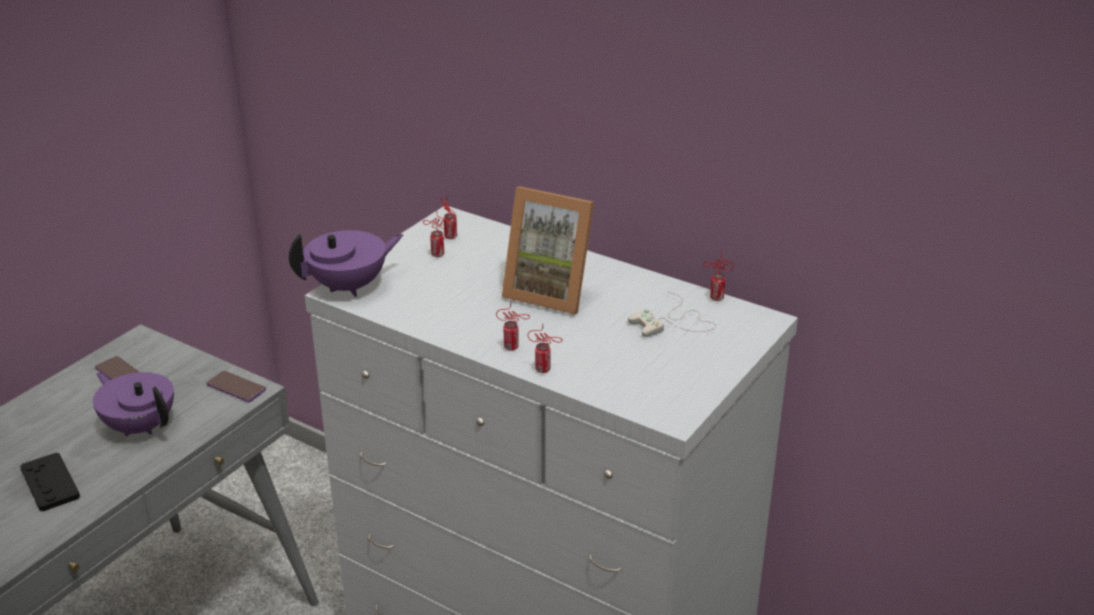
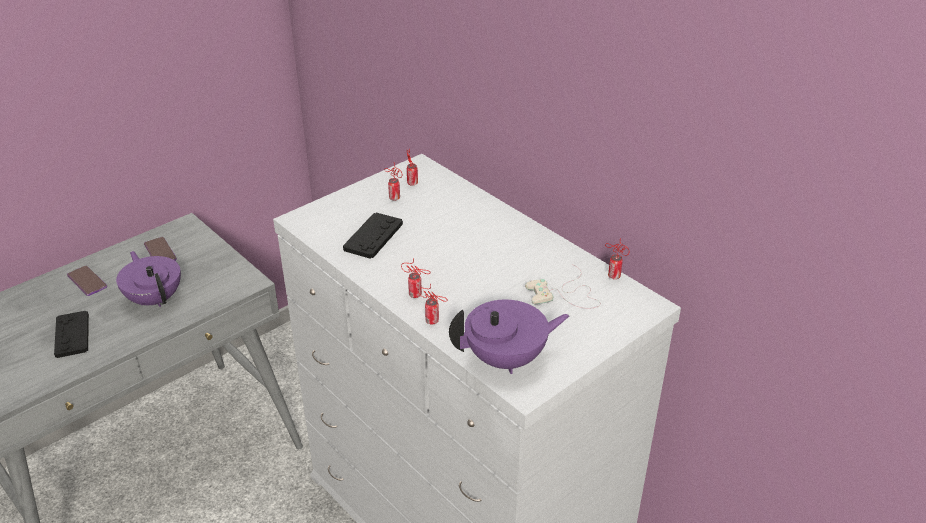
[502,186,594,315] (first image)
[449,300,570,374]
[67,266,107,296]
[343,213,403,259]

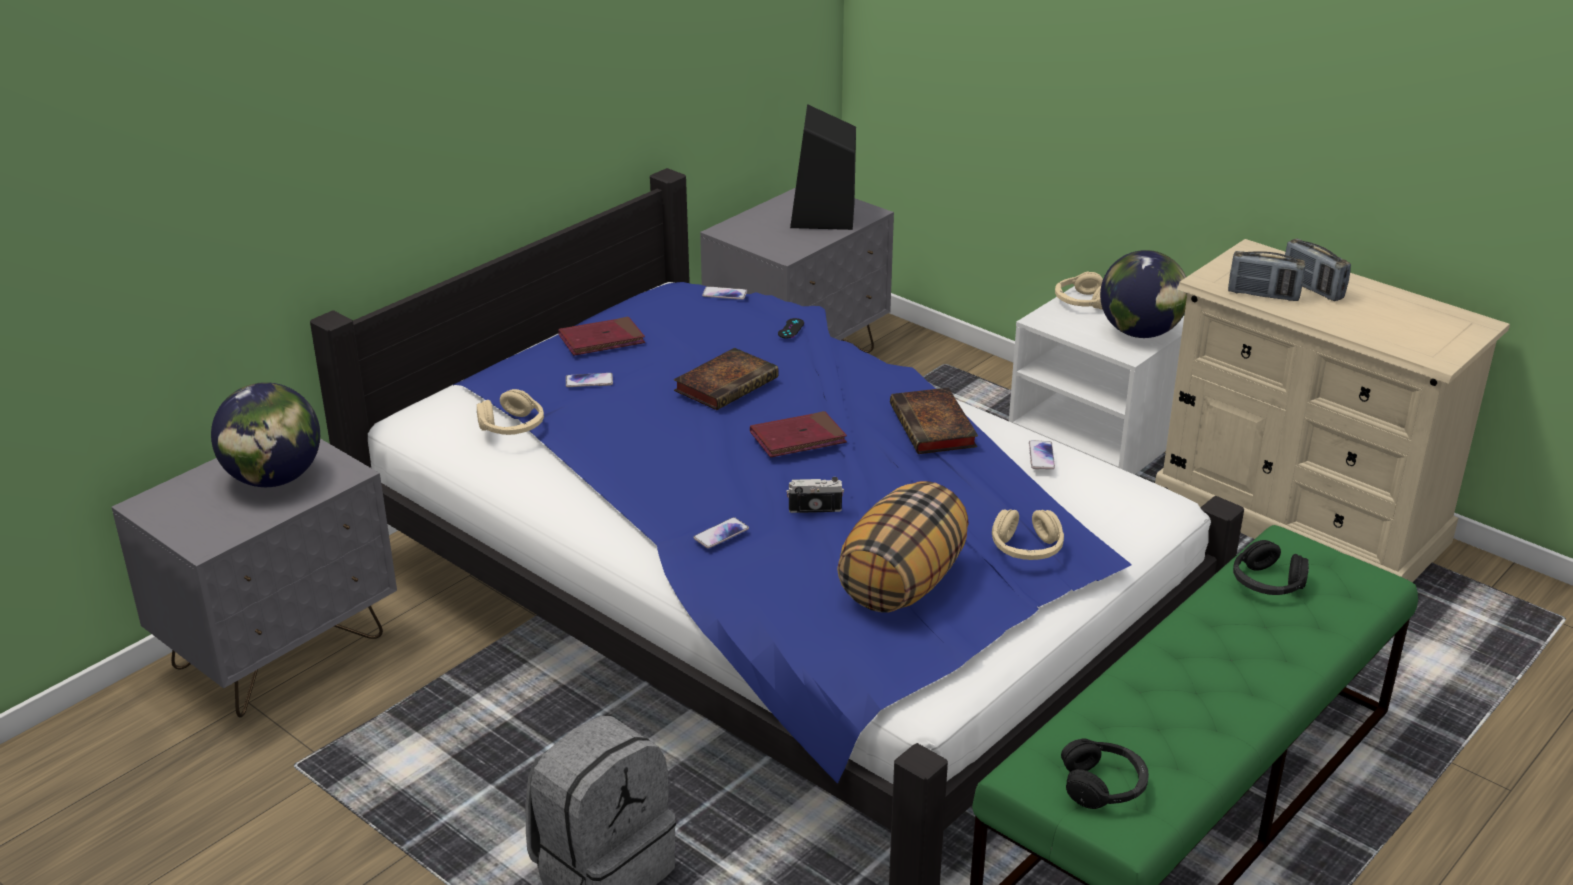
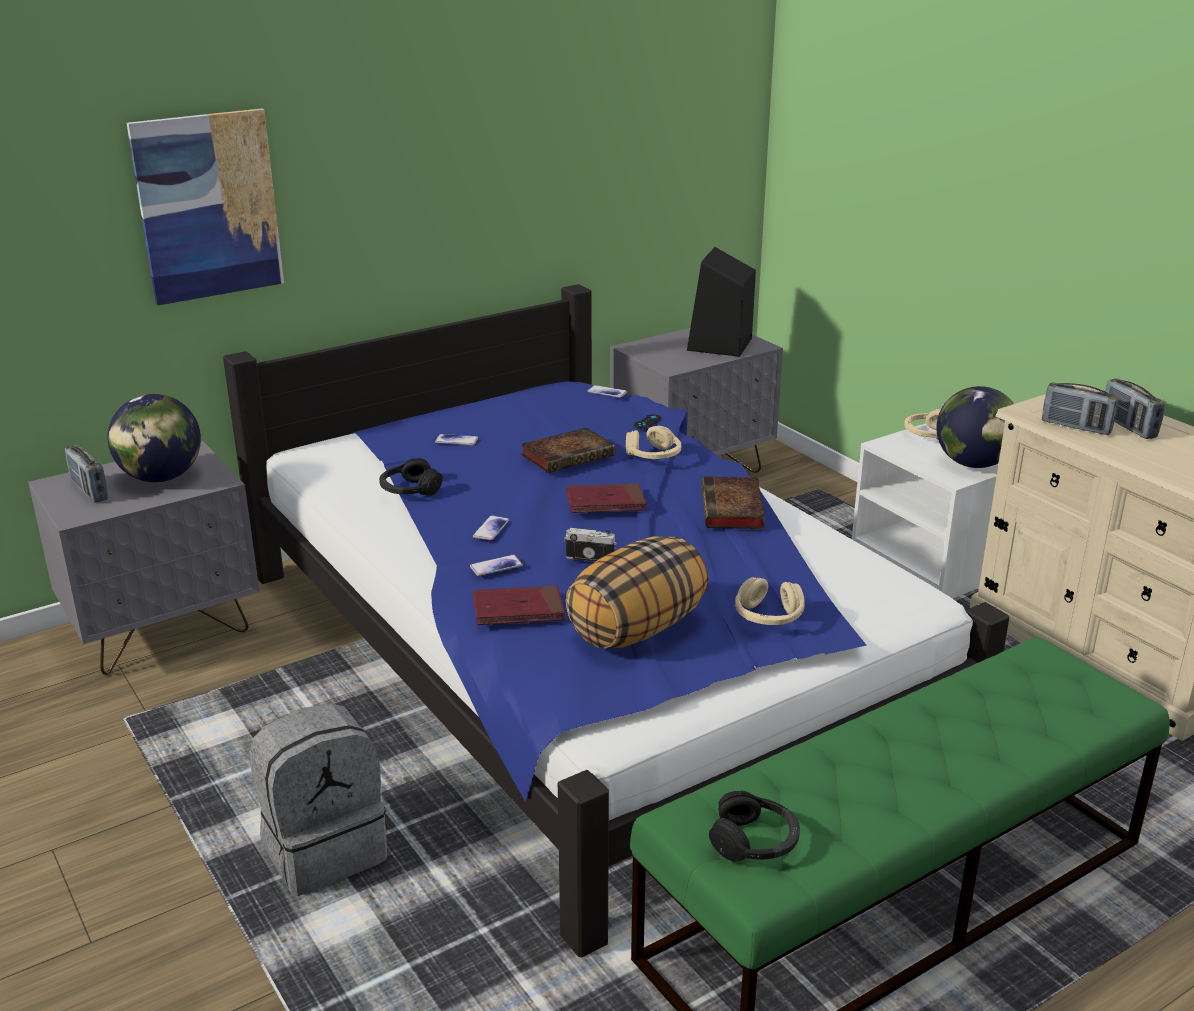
[473,585,565,625]
[626,426,681,459]
[473,515,509,540]
[379,458,443,496]
[127,108,284,305]
[65,445,108,502]

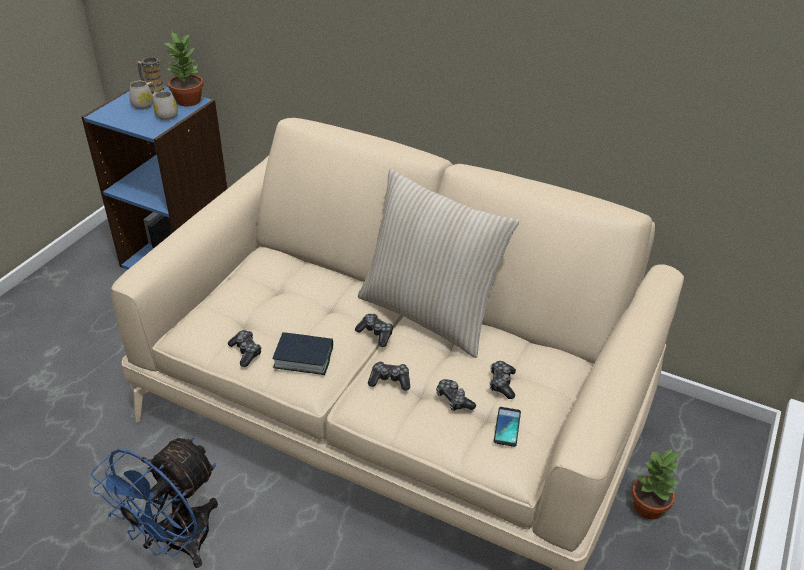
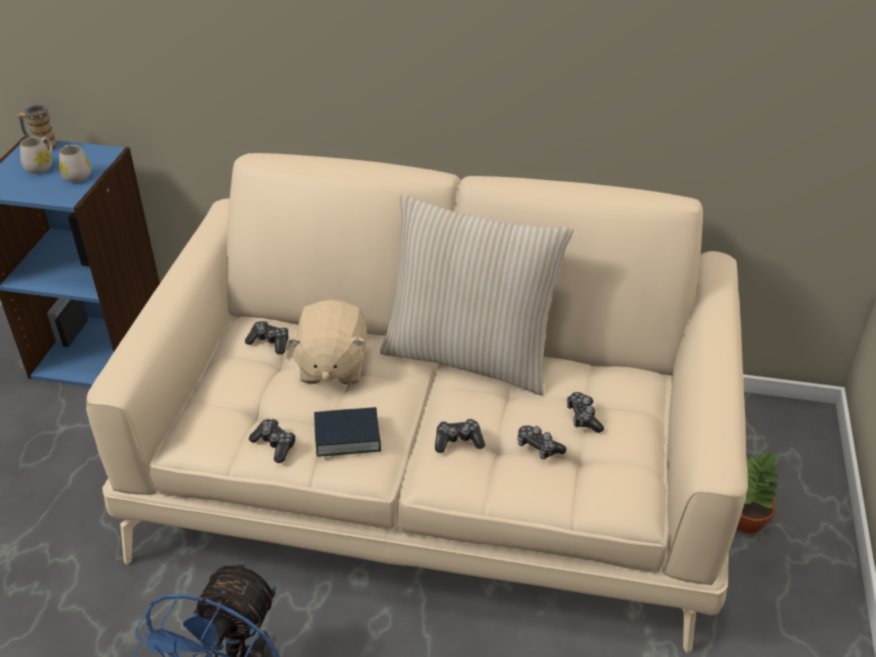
[163,32,203,106] (first image)
[245,321,288,355]
[494,407,521,447] (first image)
[287,300,367,384]

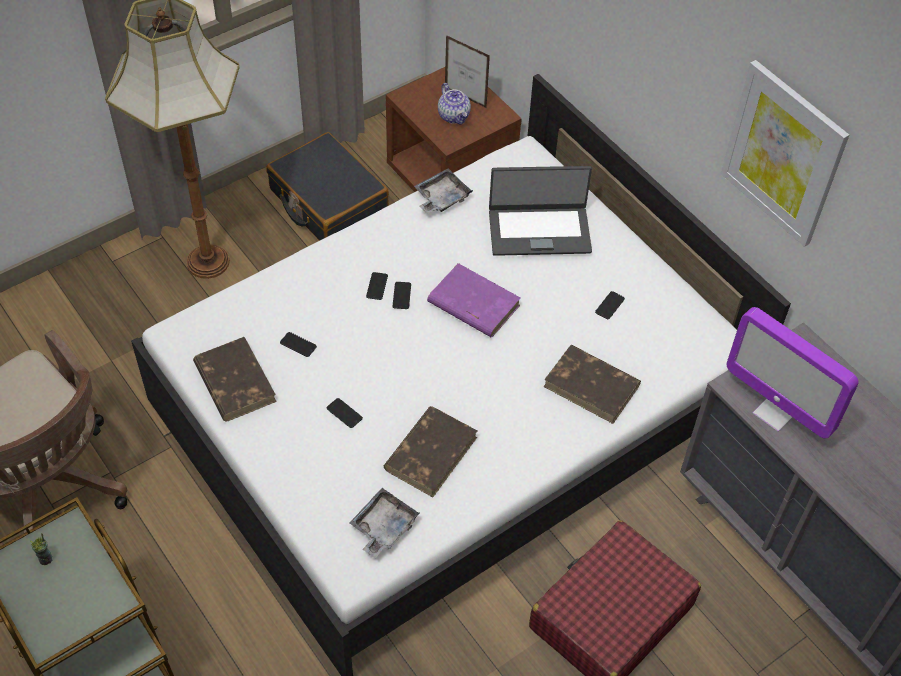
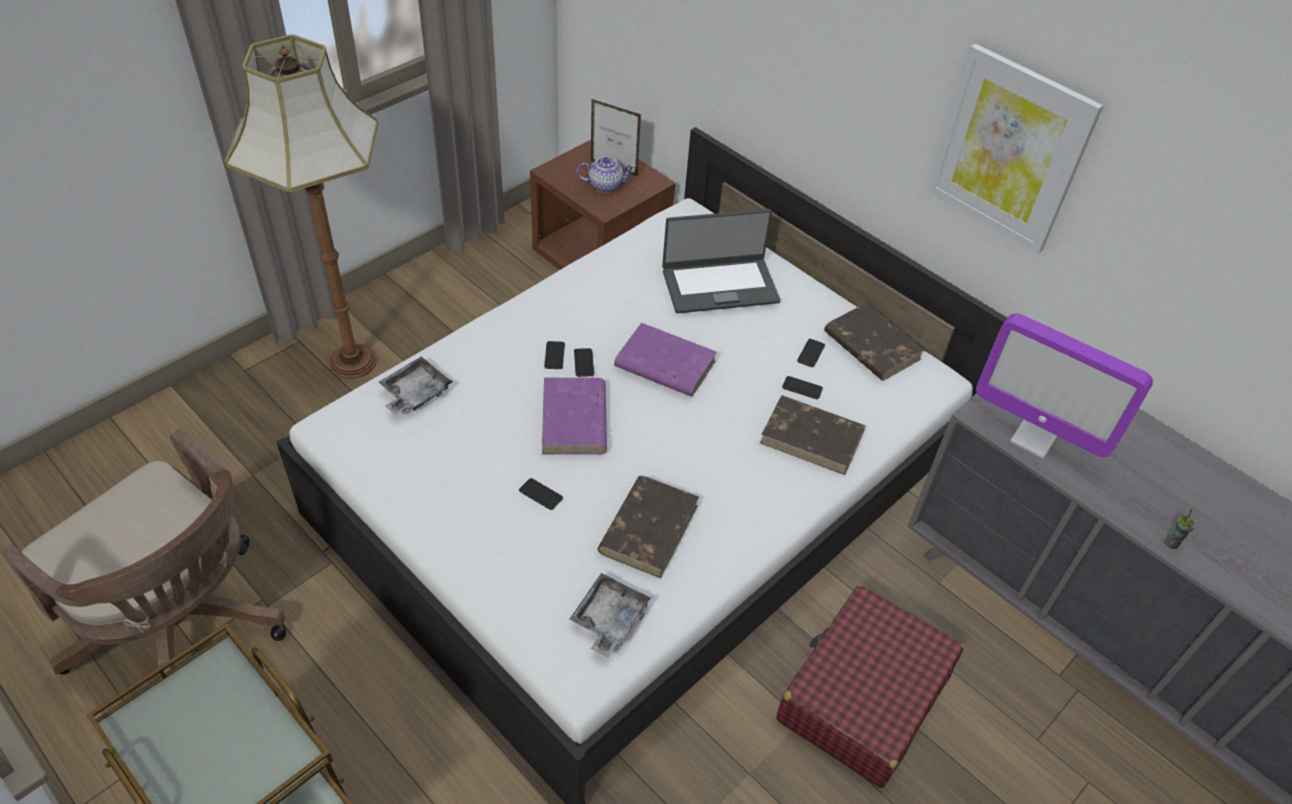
[577,157,635,193]
[266,132,389,241] (first image)
[379,357,453,415]
[782,376,823,399]
[824,303,924,381]
[1164,509,1197,549]
[542,378,607,455]

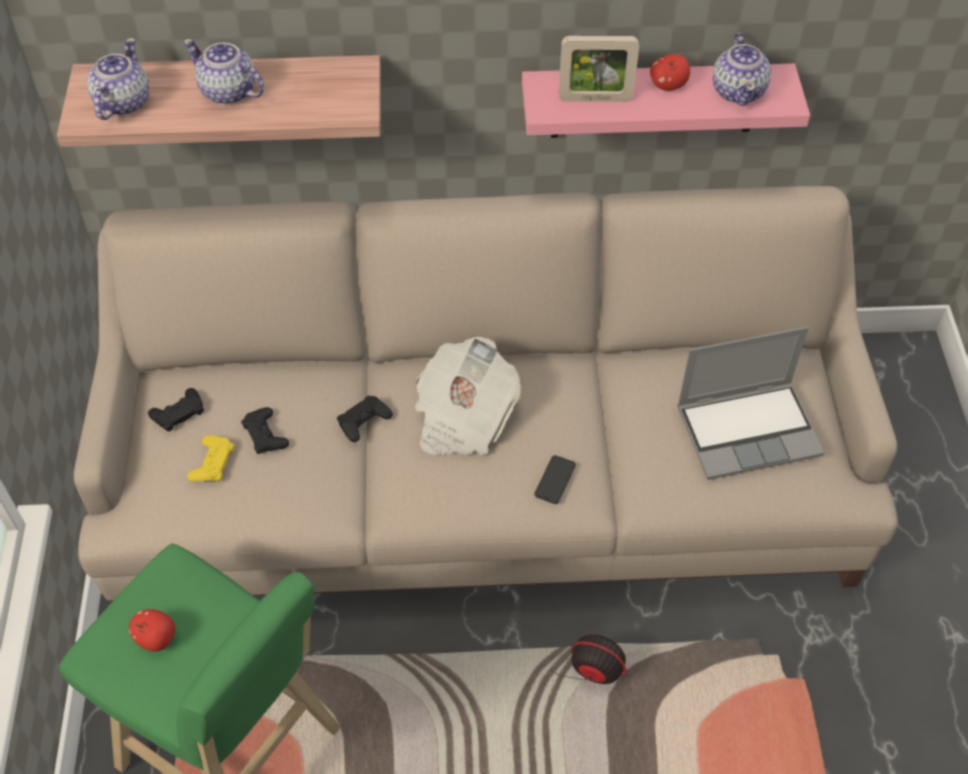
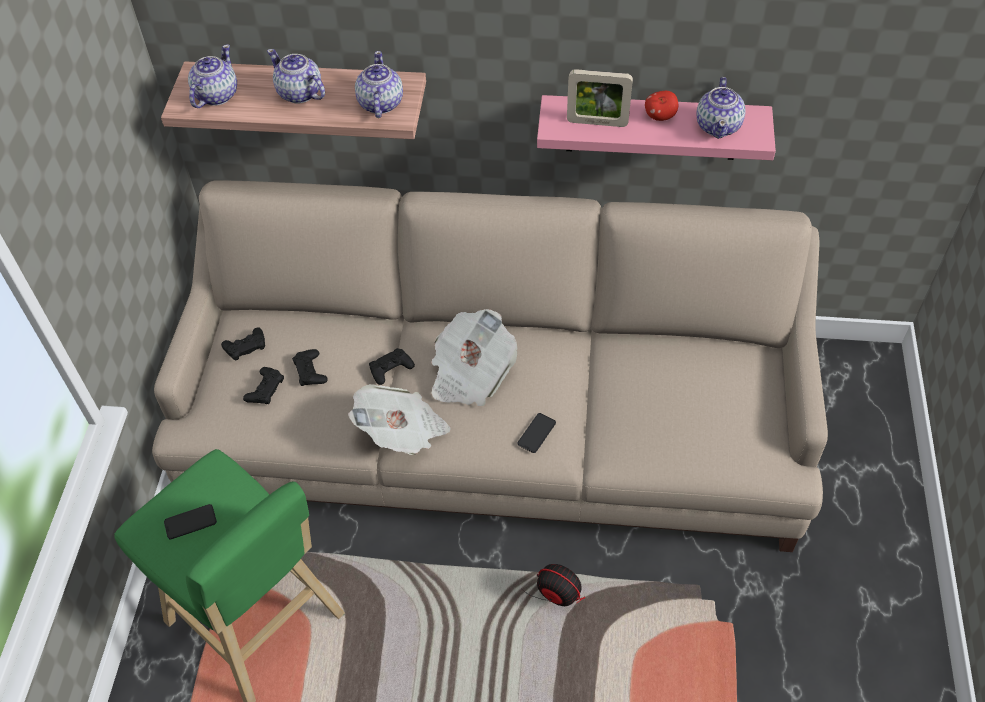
[677,326,824,480] (first image)
[243,367,284,404]
[164,504,217,539]
[355,51,403,118]
[348,384,450,455]

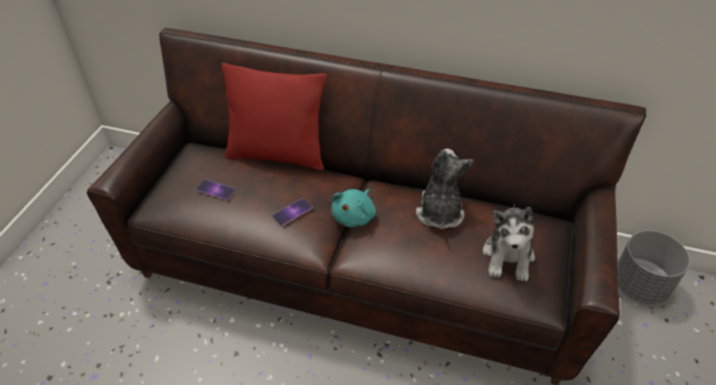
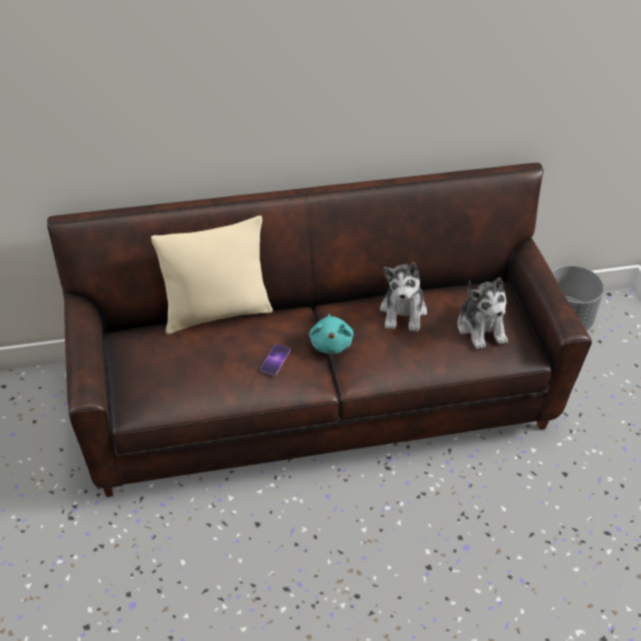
[151,216,273,334]
[380,262,427,332]
[196,179,236,200] (first image)

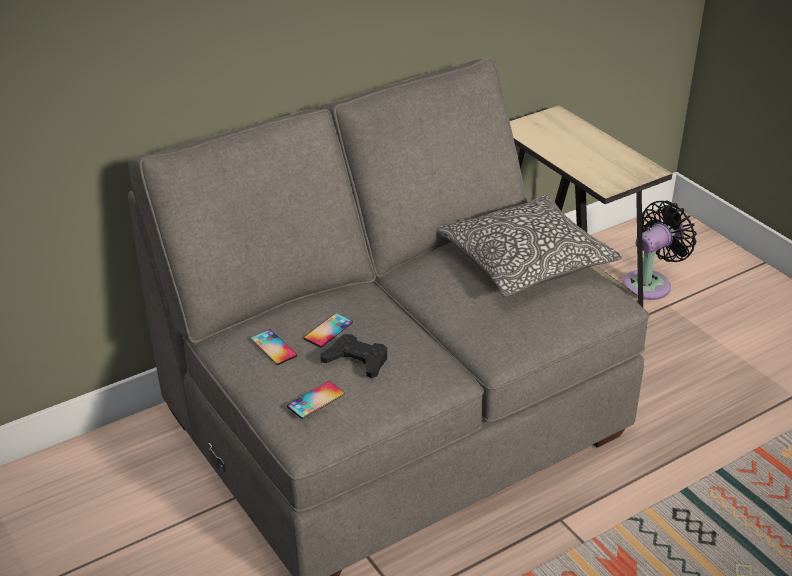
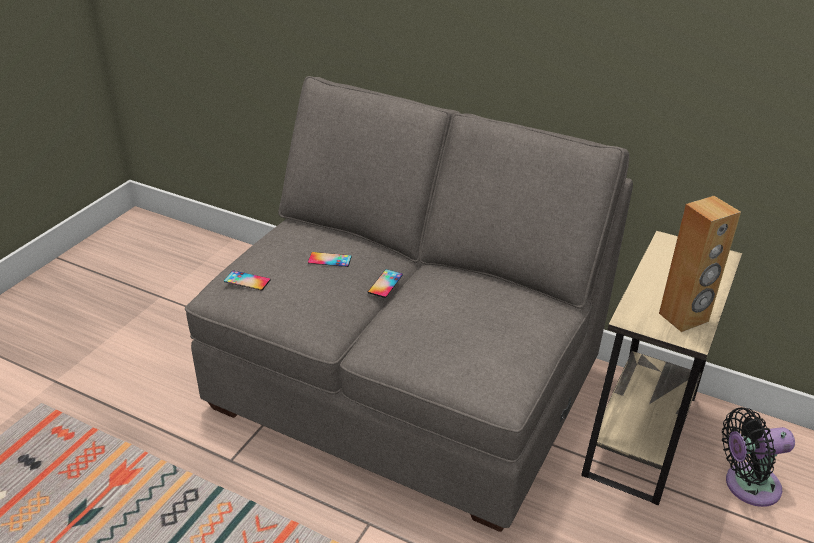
[437,195,622,297] (first image)
[722,407,795,507]
[368,269,403,298]
[320,334,387,379] (first image)
[659,196,741,332]

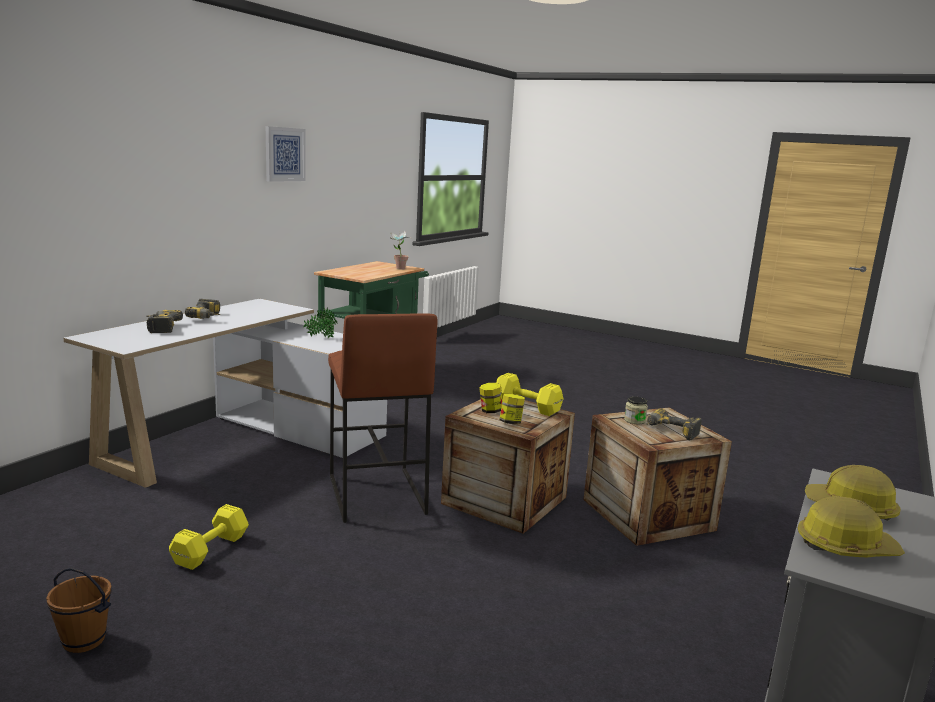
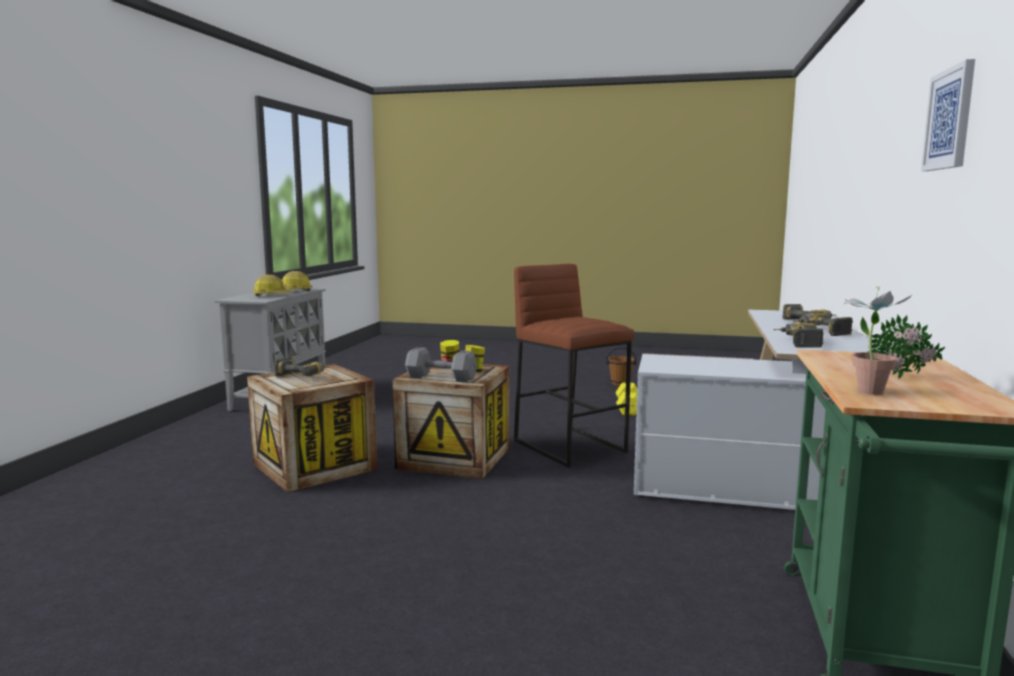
[868,315,945,379]
[405,347,477,382]
[624,396,648,424] (first image)
[773,323,824,347]

